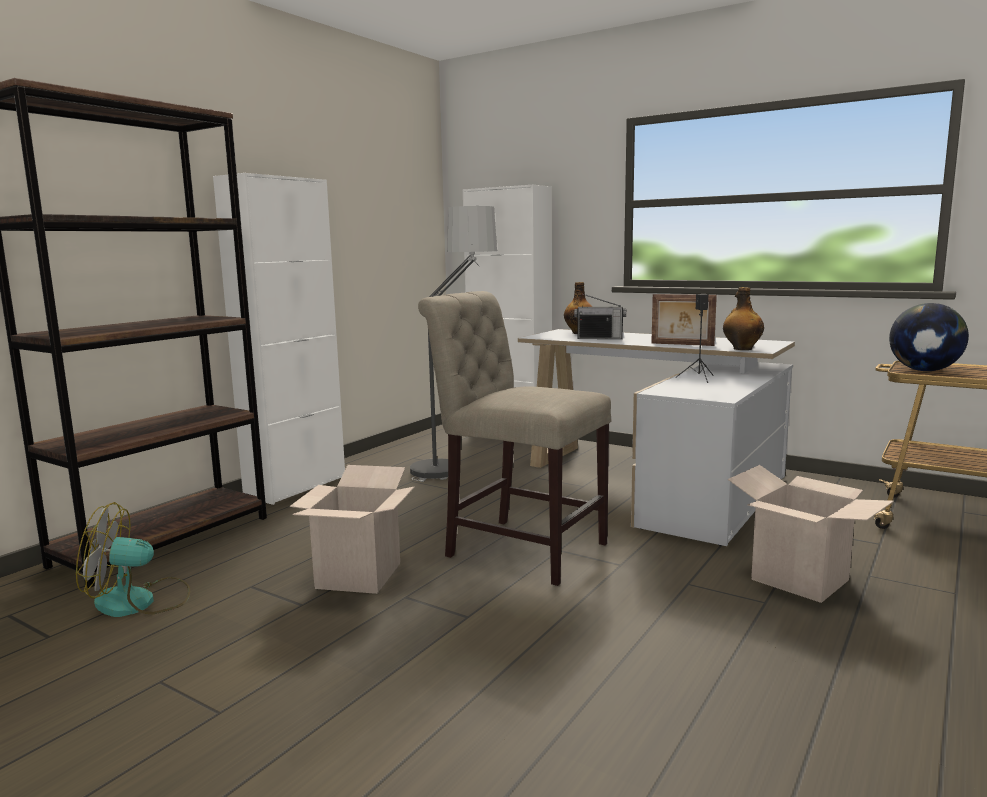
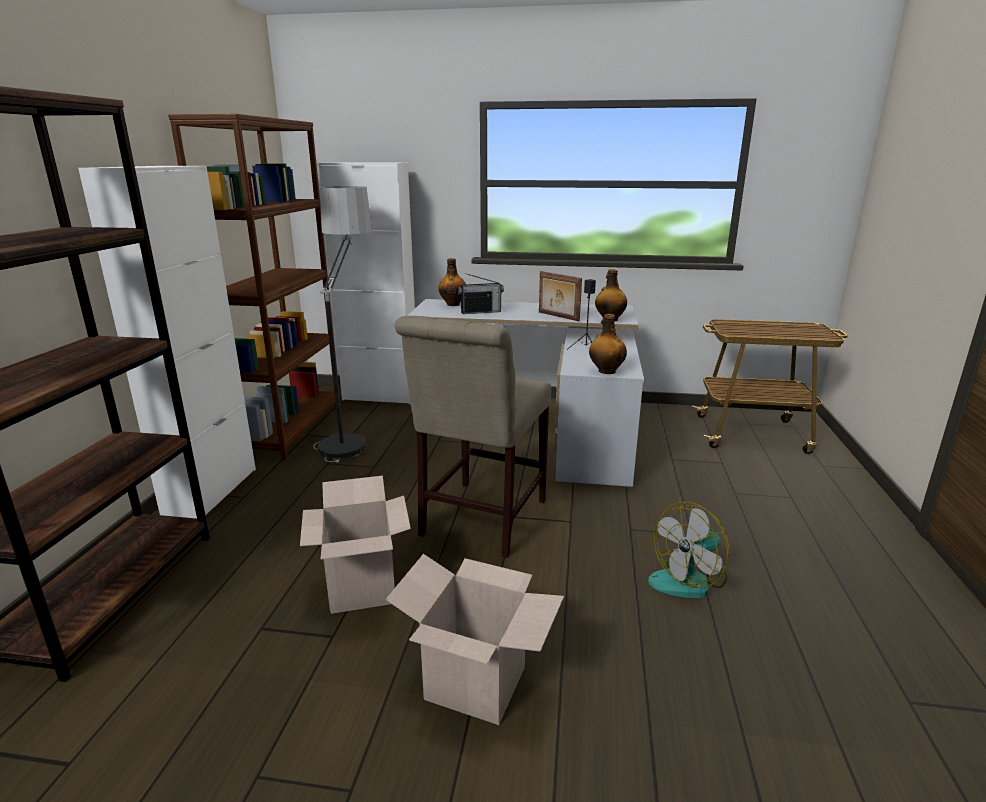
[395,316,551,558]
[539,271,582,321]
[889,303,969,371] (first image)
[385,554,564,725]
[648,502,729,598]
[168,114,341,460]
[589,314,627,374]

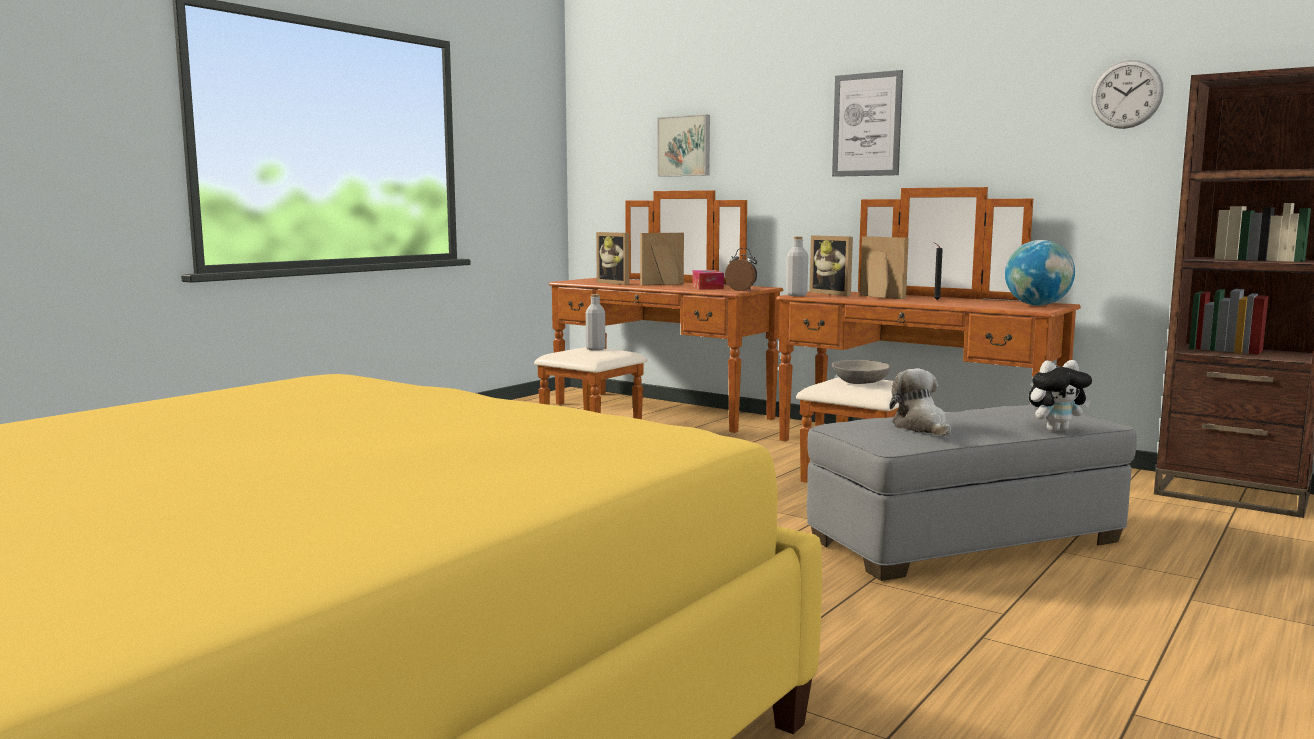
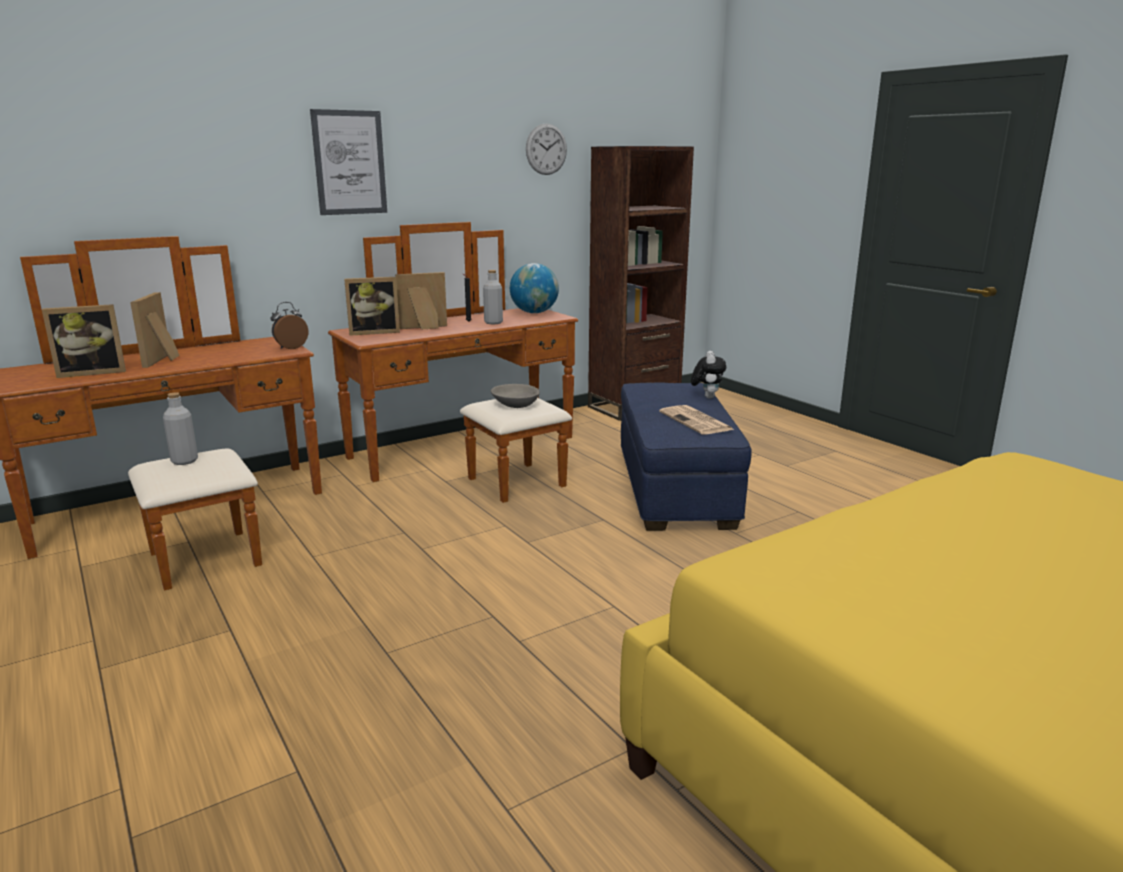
[658,114,710,177] (first image)
[483,270,503,324]
[692,270,724,290] (first image)
[659,405,734,434]
[621,382,752,531]

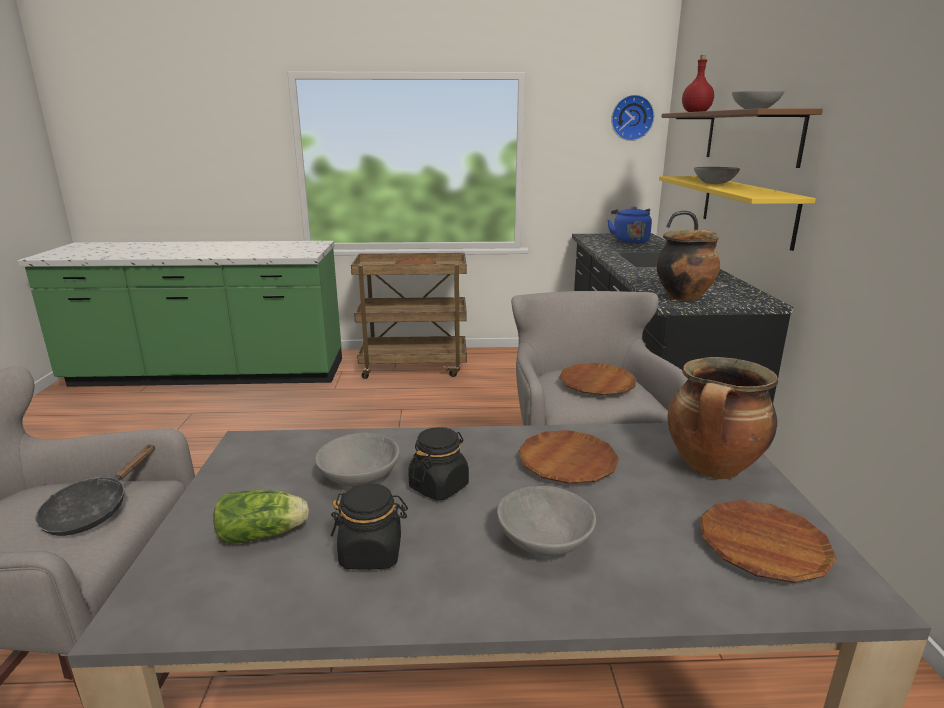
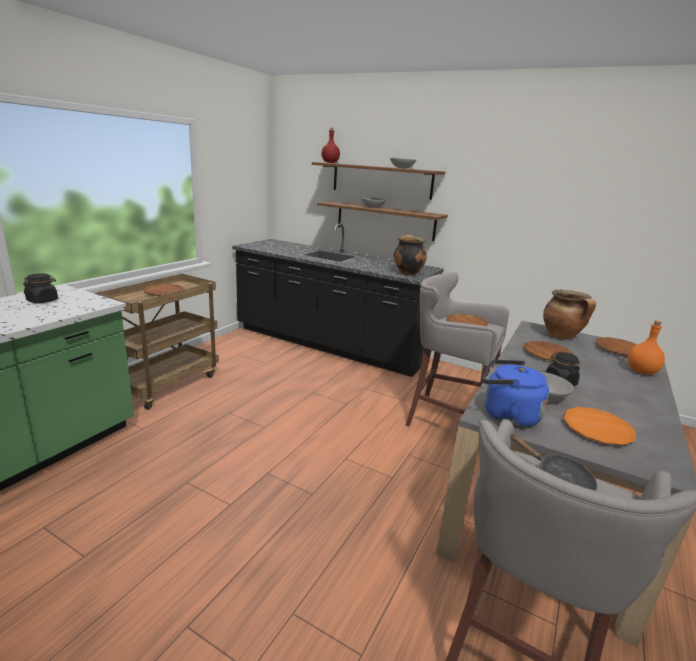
[611,95,654,141] (first image)
[317,201,448,241]
[483,360,549,427]
[23,273,58,304]
[497,486,596,556] (first image)
[563,407,636,445]
[628,320,665,375]

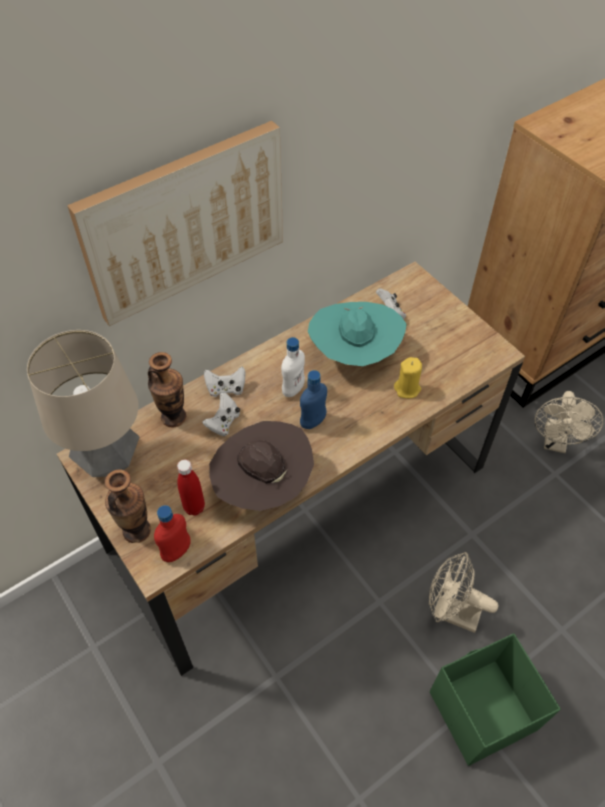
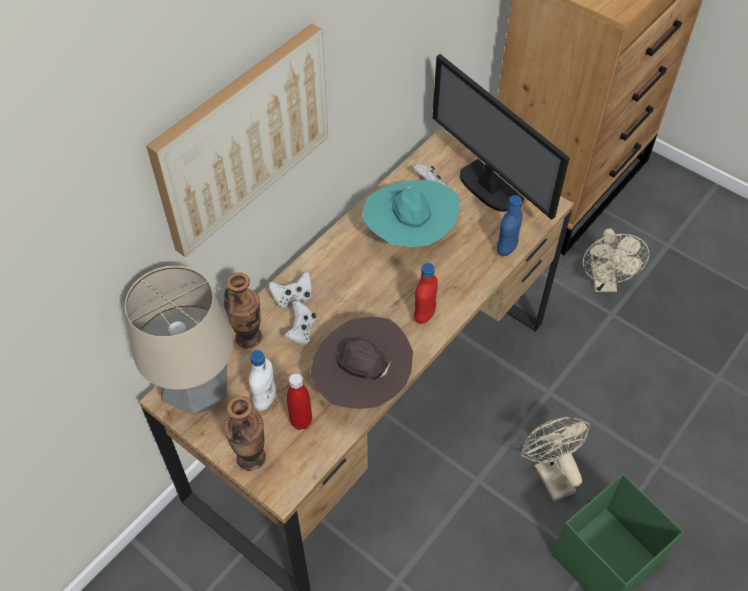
[249,350,276,411]
[394,357,422,398] (first image)
[497,195,523,256]
[414,263,438,324]
[521,416,590,501]
[432,54,570,220]

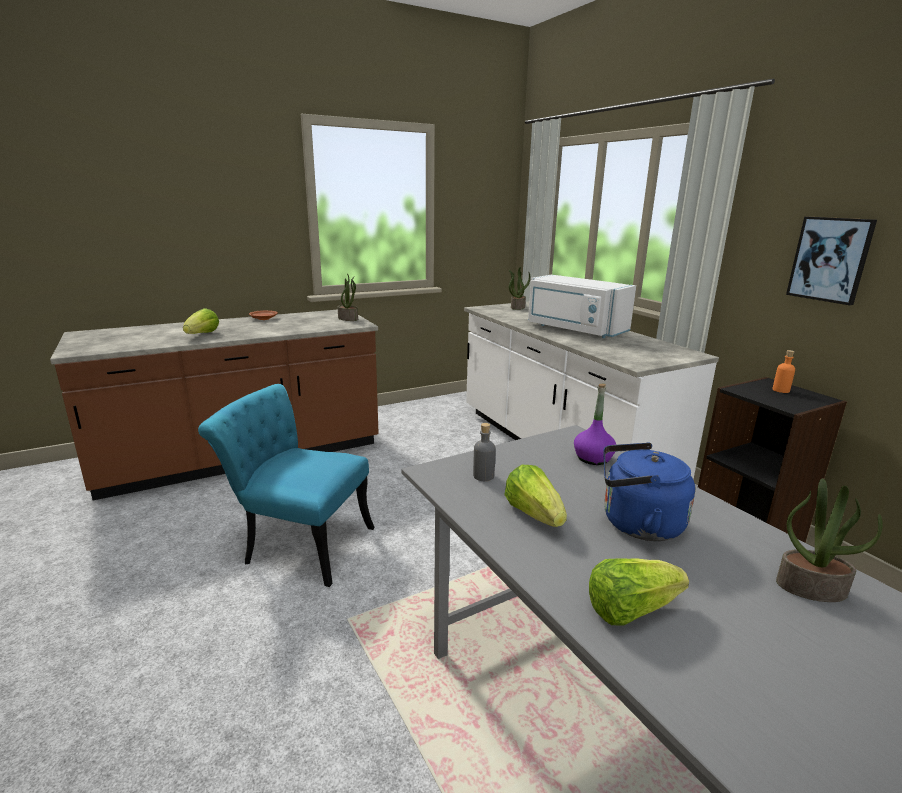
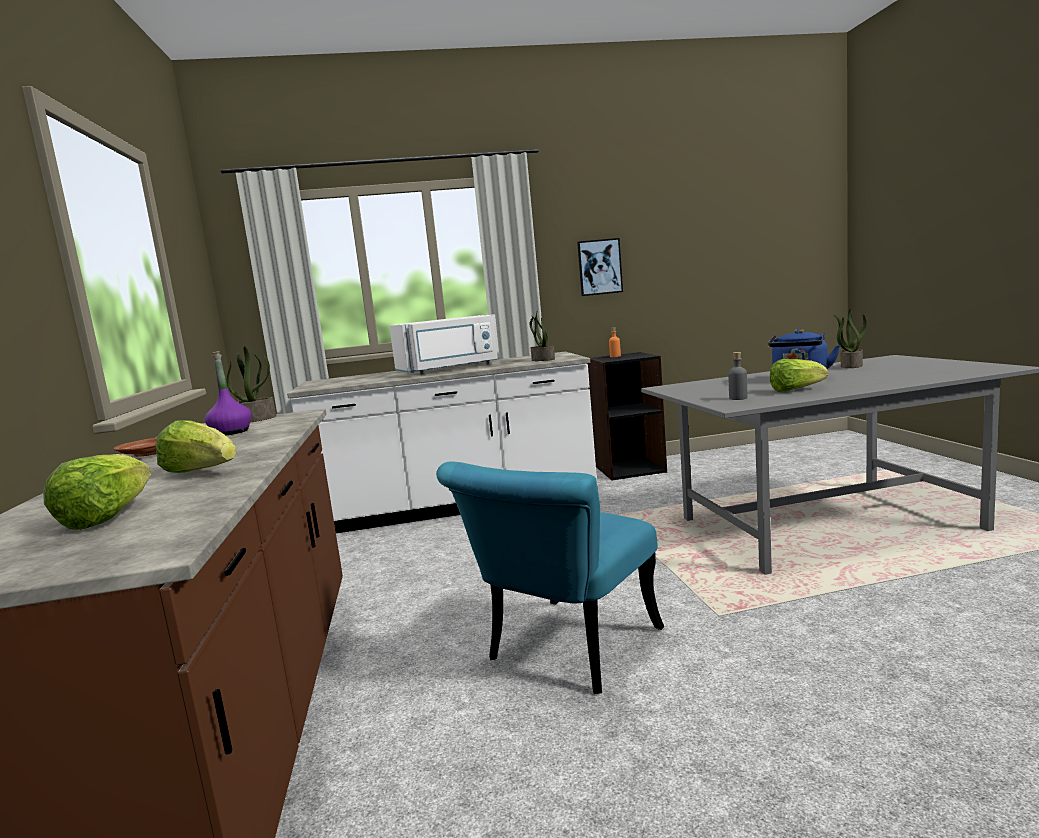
[529,312,555,361]
[205,351,251,435]
[43,454,151,530]

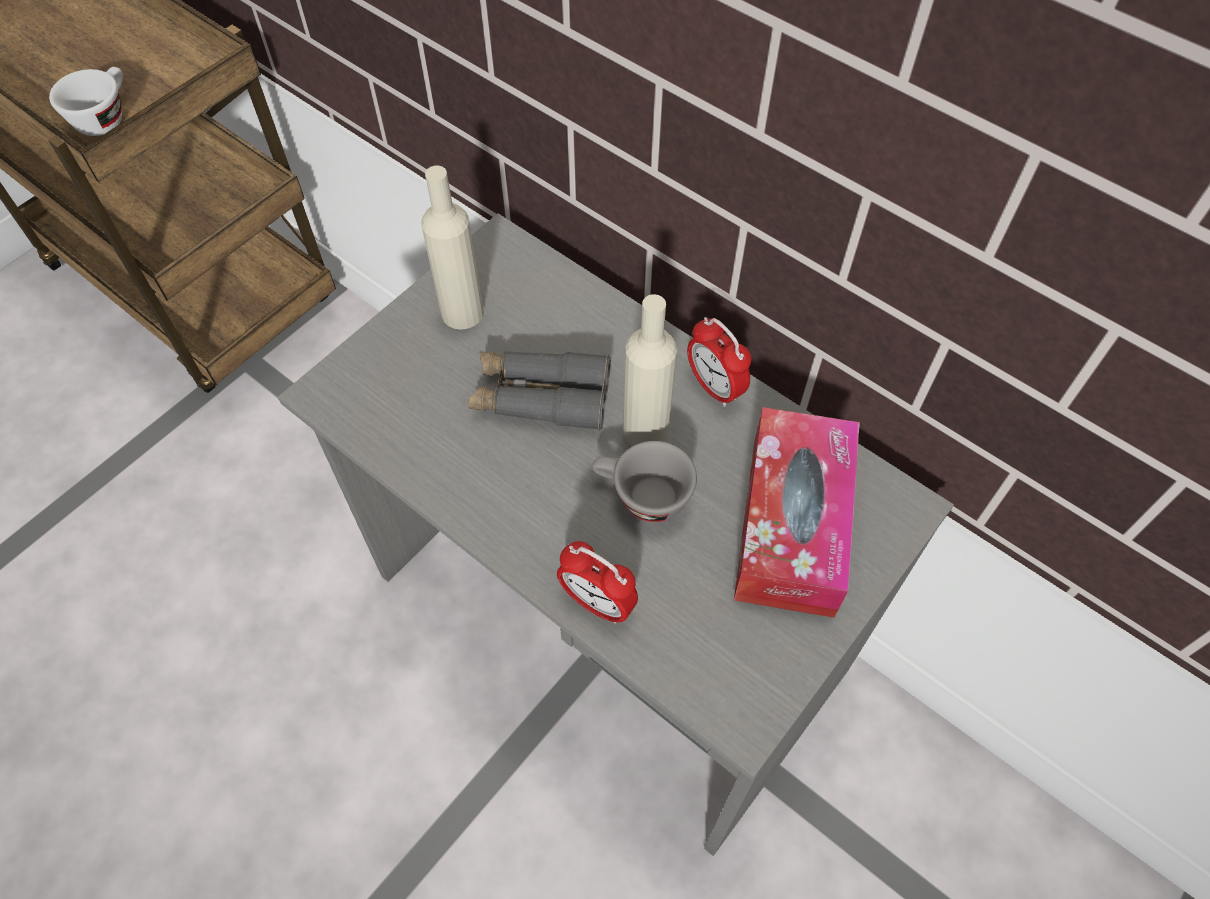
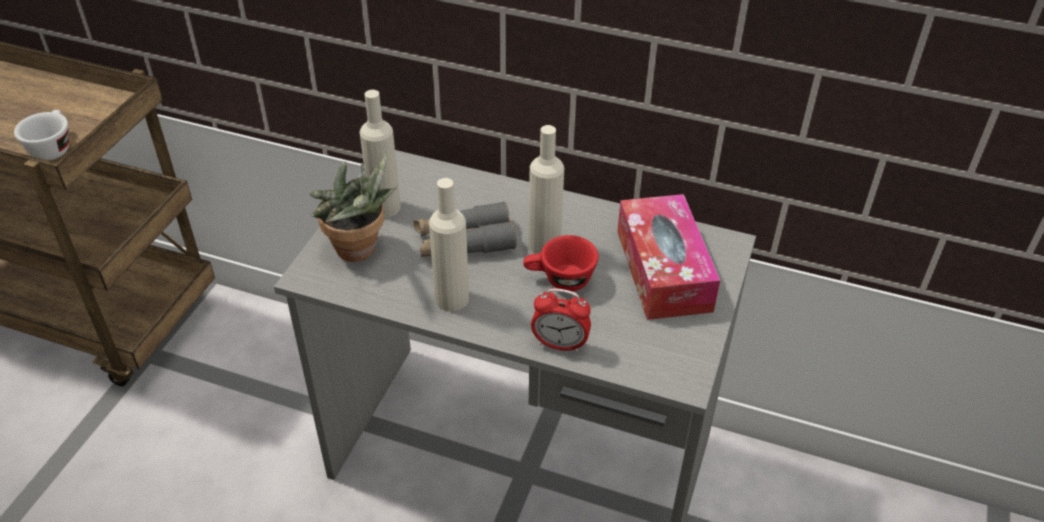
[687,317,751,407] (first image)
[523,235,599,291]
[310,152,397,262]
[429,178,469,311]

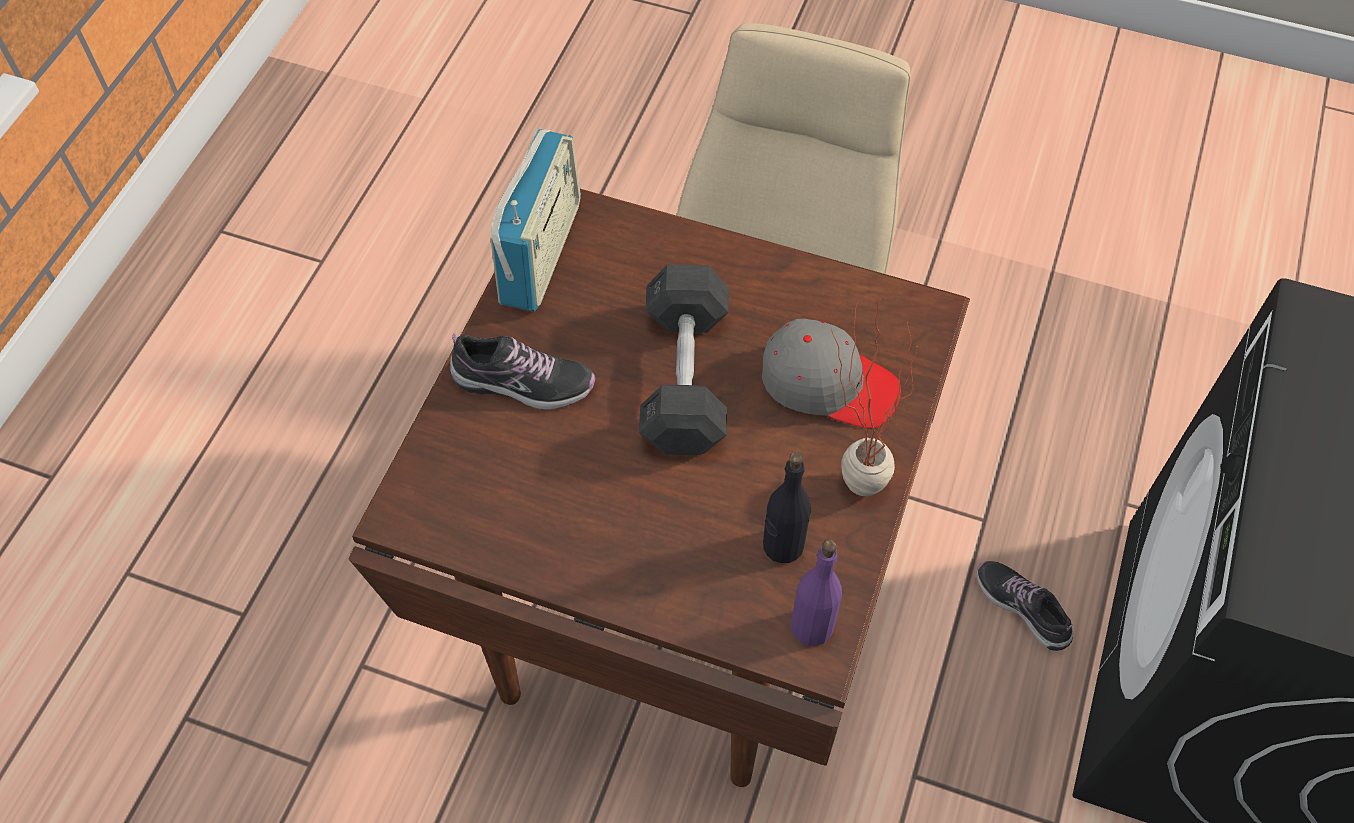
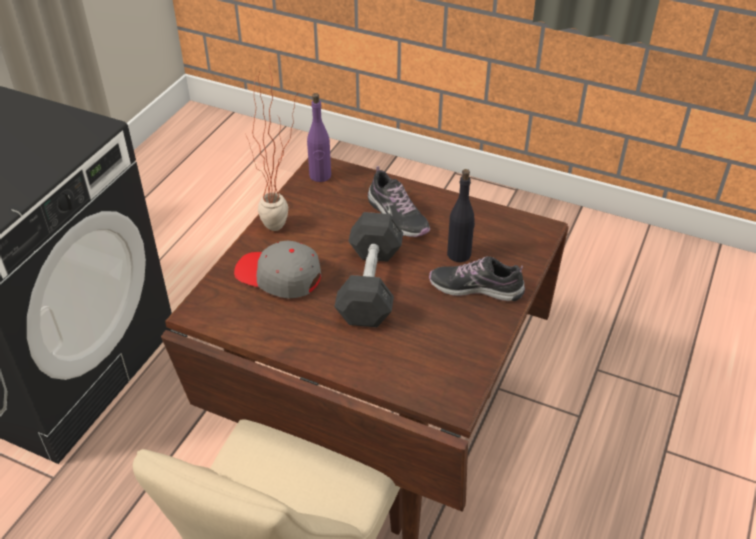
[490,129,581,312] (first image)
[447,169,475,262]
[368,166,430,237]

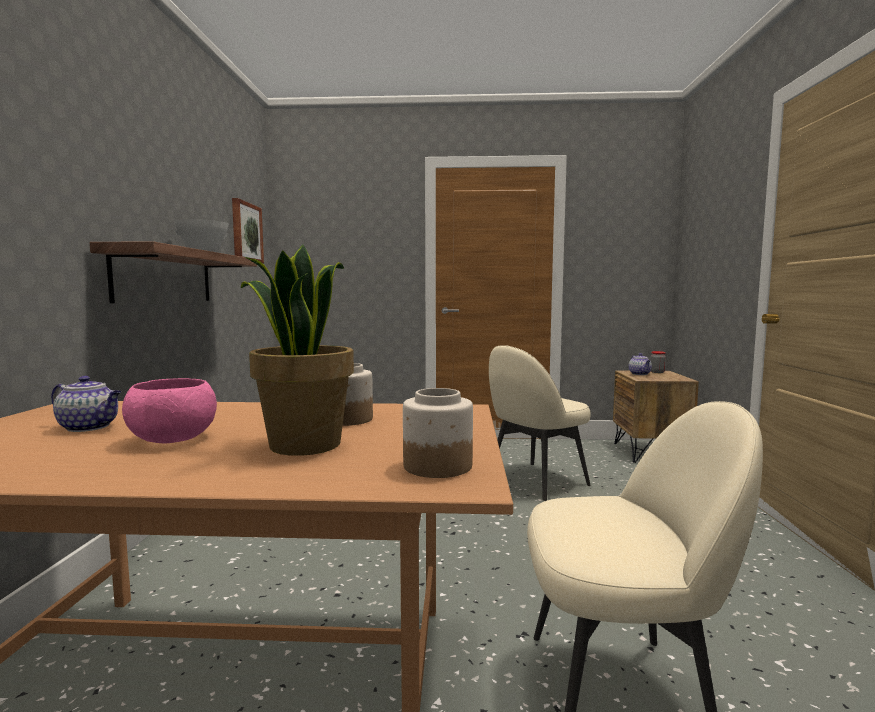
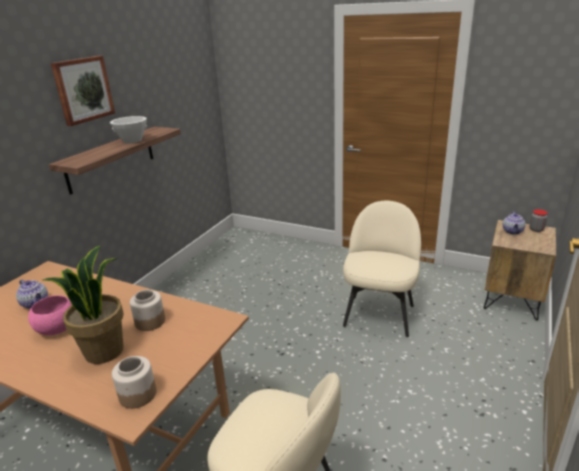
[51,56,115,126]
[343,201,421,337]

